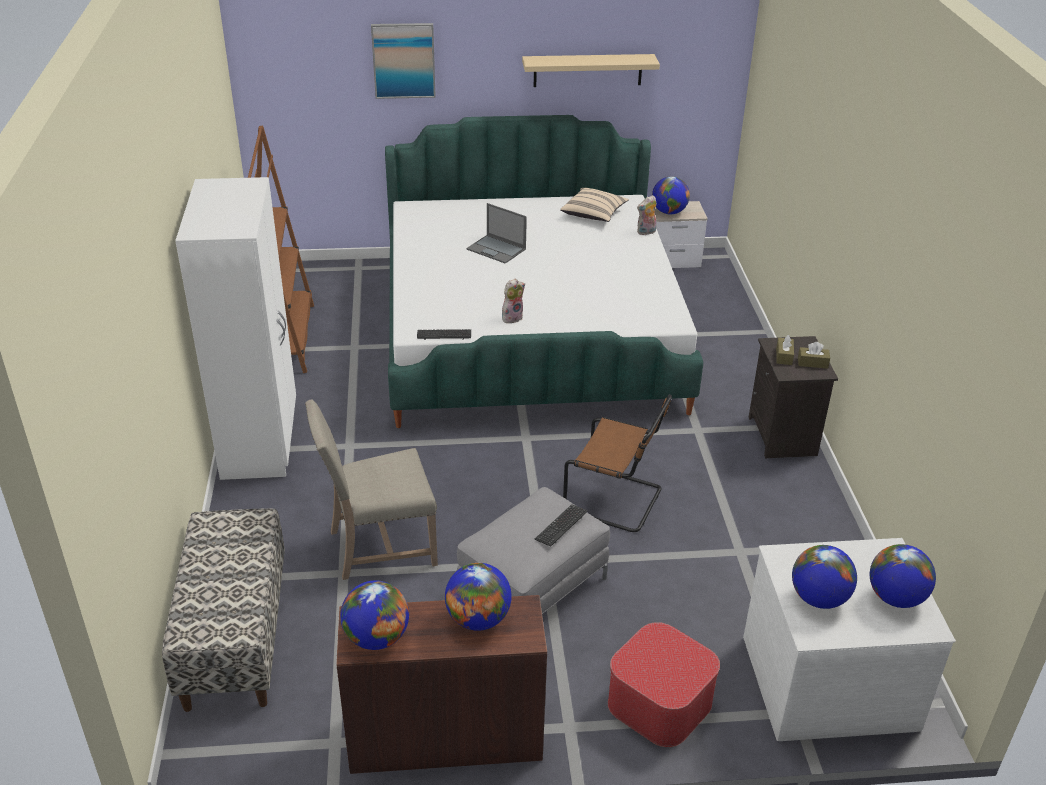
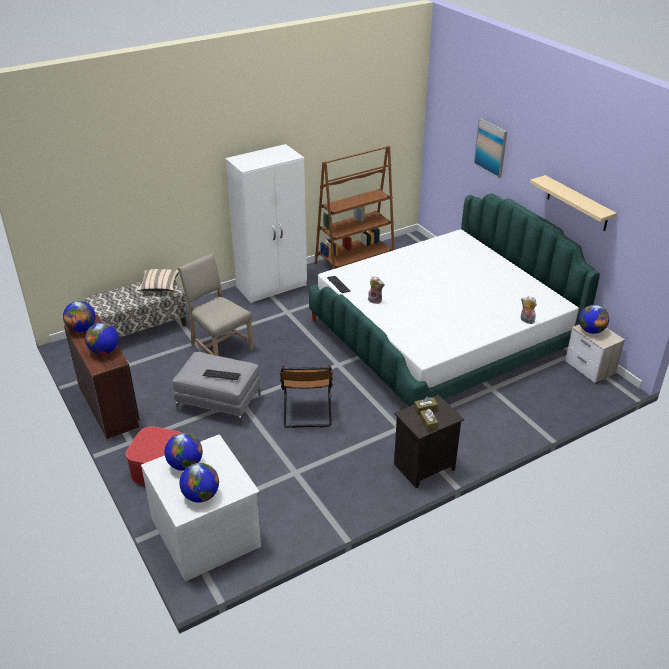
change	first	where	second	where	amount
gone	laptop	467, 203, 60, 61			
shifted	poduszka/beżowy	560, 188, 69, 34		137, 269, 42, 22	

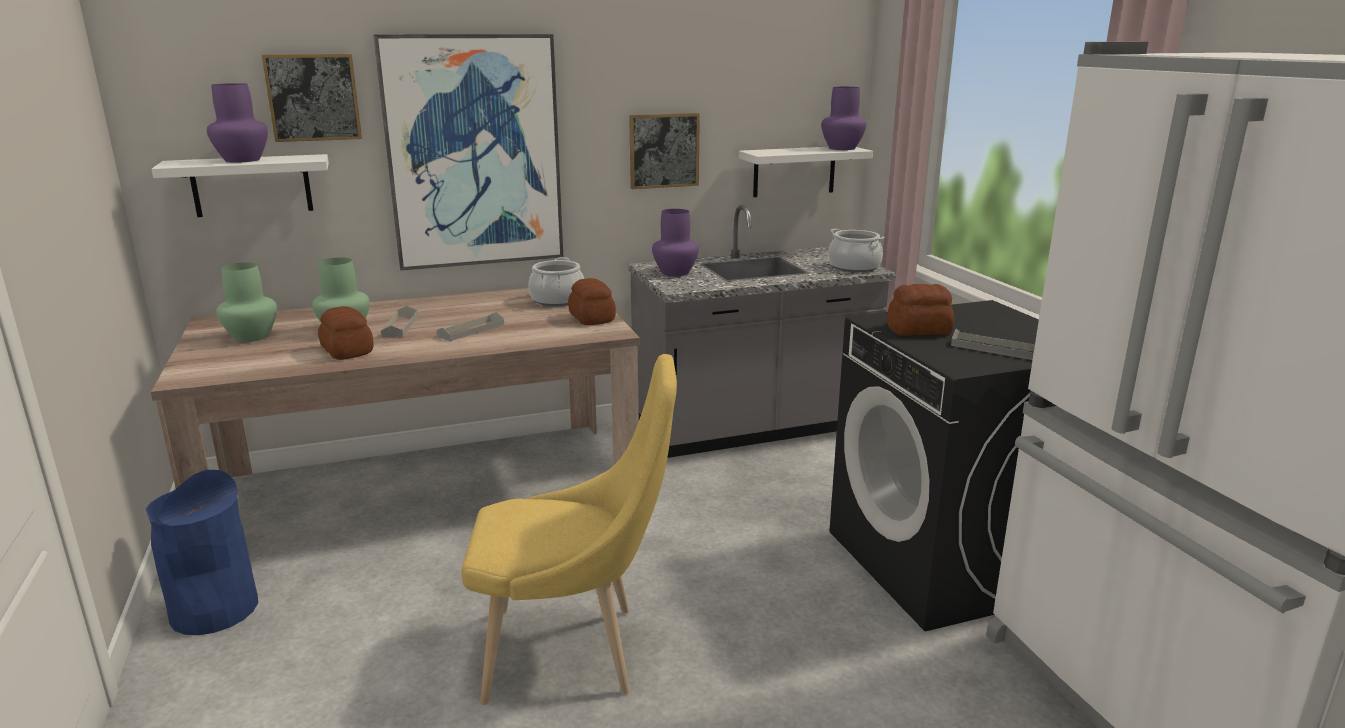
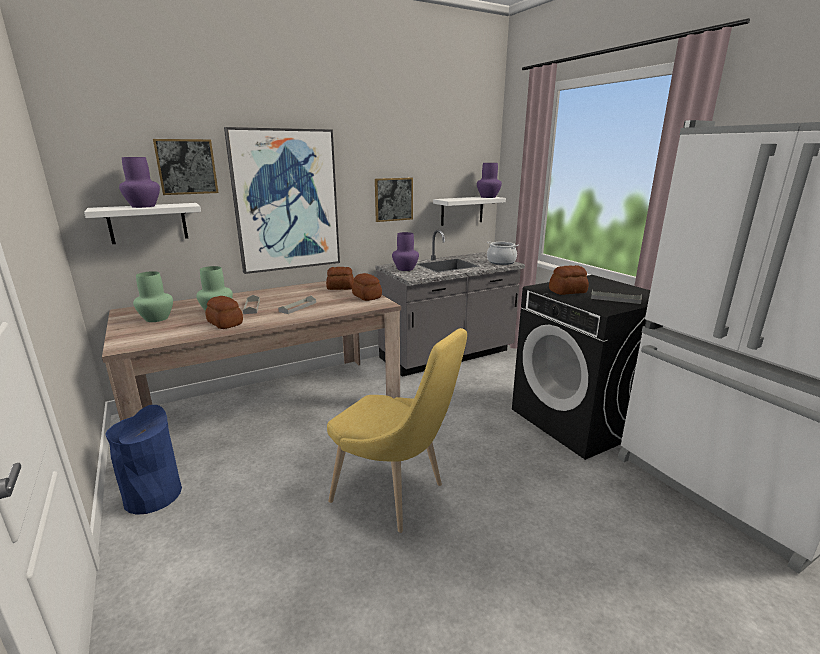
change	first	where	second	where	amount
swapped	garnek	529, 257, 55, 49	chleb	326, 267, 28, 23	
rotated	krzesło/żółty	461, 354, 216, 351		327, 328, 140, 205	45 degrees clockwise

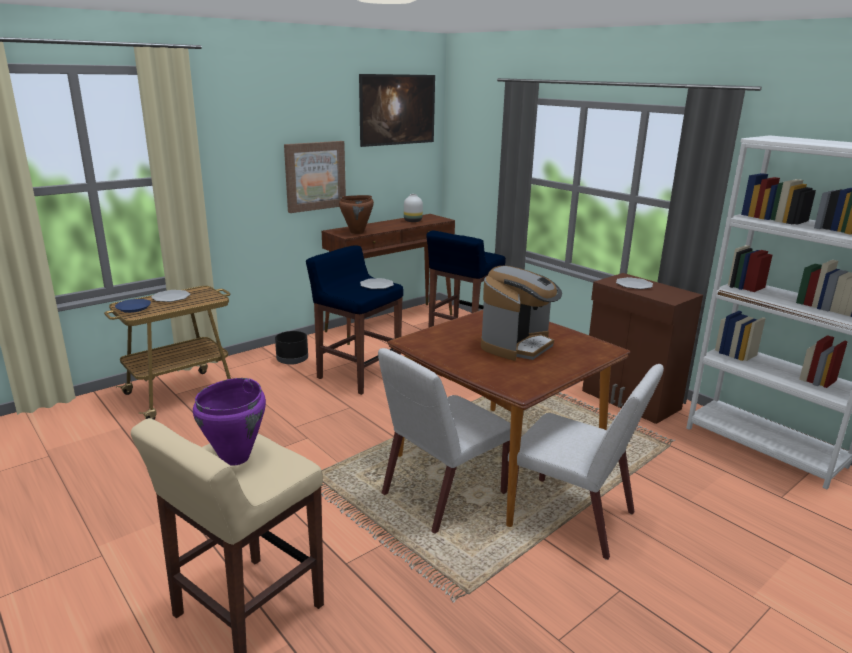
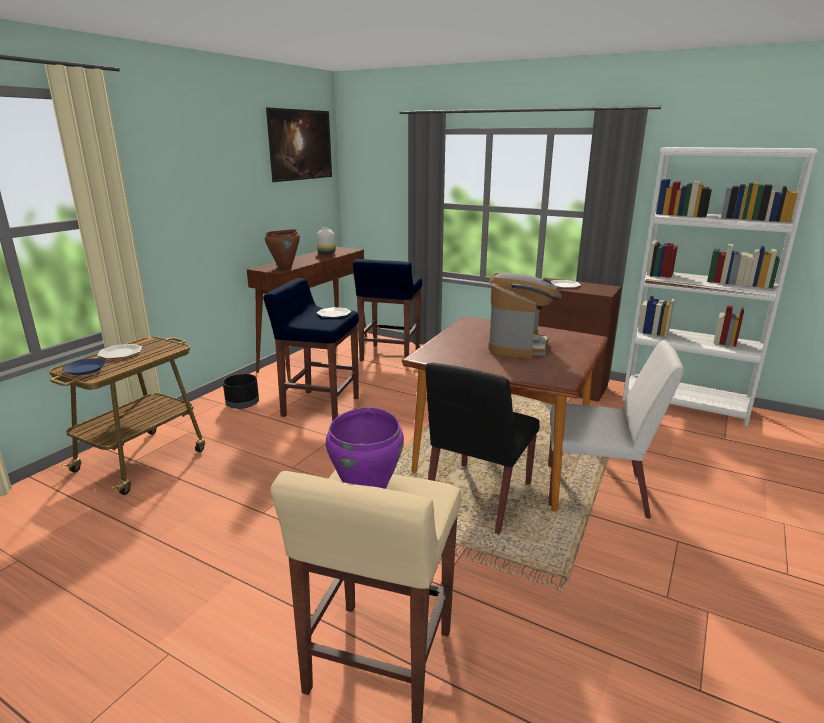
change	first	where	second	where	amount
gone	obraz	284, 141, 62, 72			
repainted	krzesło/biały	378, 348, 133, 186	krzesło/czarny	426, 363, 114, 171	

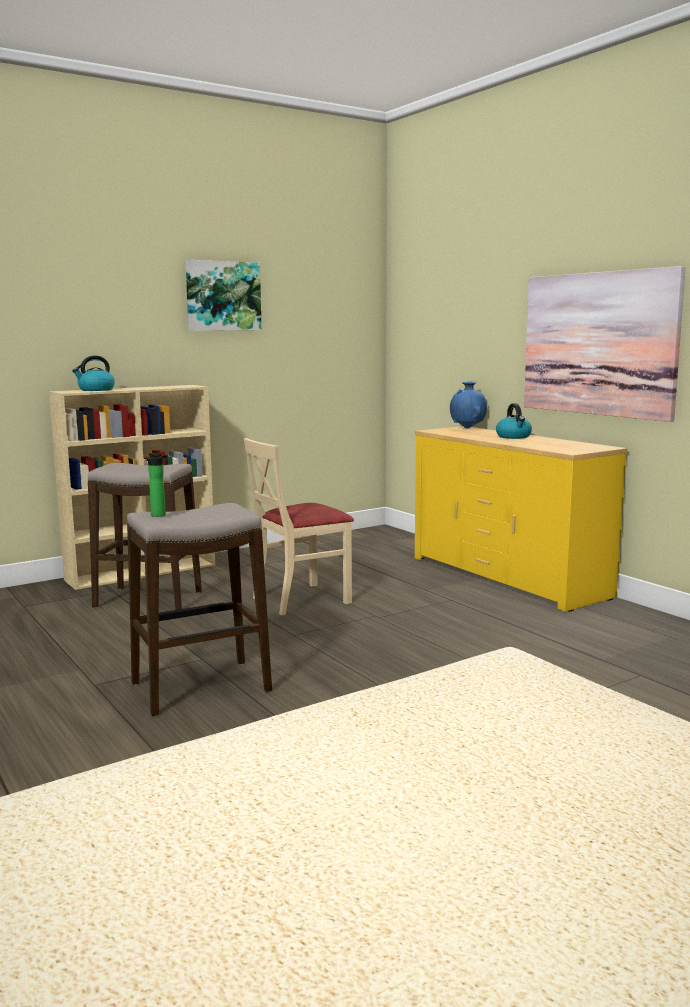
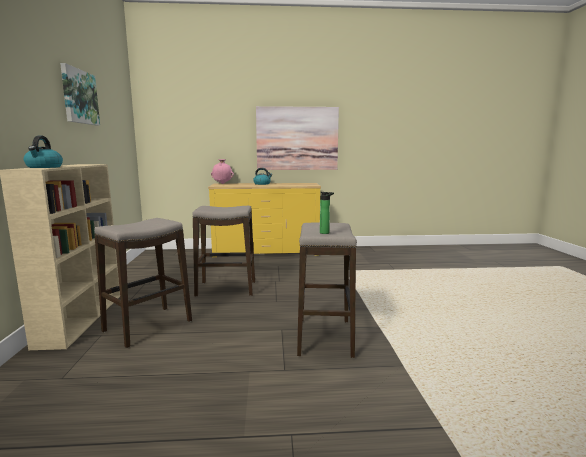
change	first	where	second	where	amount
swapped	krzesło/beżowy	244, 438, 110, 177	stołek	192, 206, 63, 91	
repainted	wazon/niebieski	450, 381, 37, 48	wazon/różowy	211, 159, 23, 25	

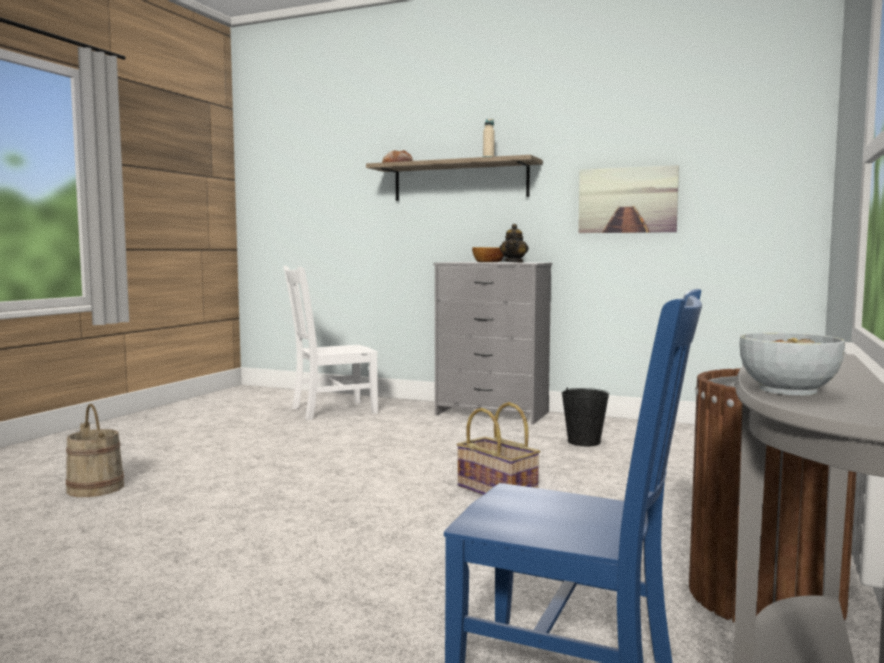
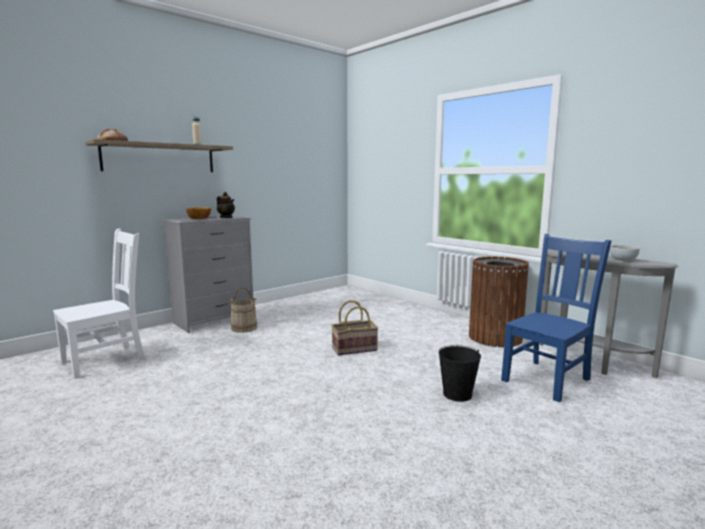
change	first	where	second	where	amount
gone	obraz	578, 165, 101, 68			
shifted	wiadro/beżowy	65, 404, 59, 93		229, 287, 28, 46	
shifted	wiadro/czarny	562, 388, 47, 58		439, 345, 42, 57	
rotated	krzesło/biały	283, 266, 95, 154		53, 229, 93, 150	135 degrees counterclockwise

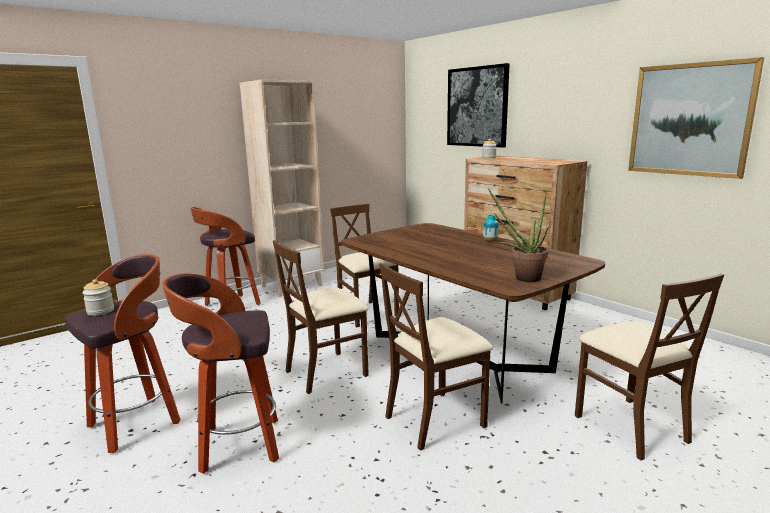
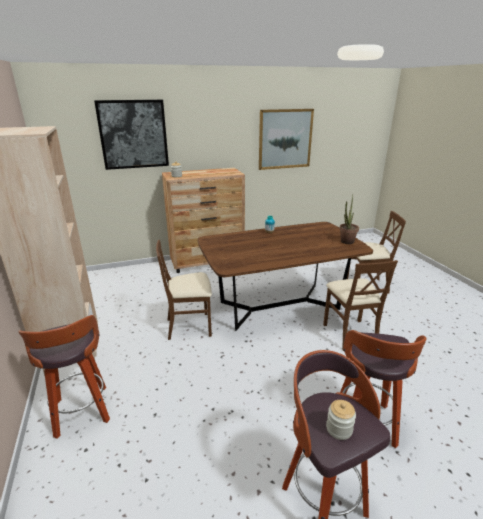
change	first	where	second	where	amount
gone	krzesło/brązowy	273, 240, 96, 154			

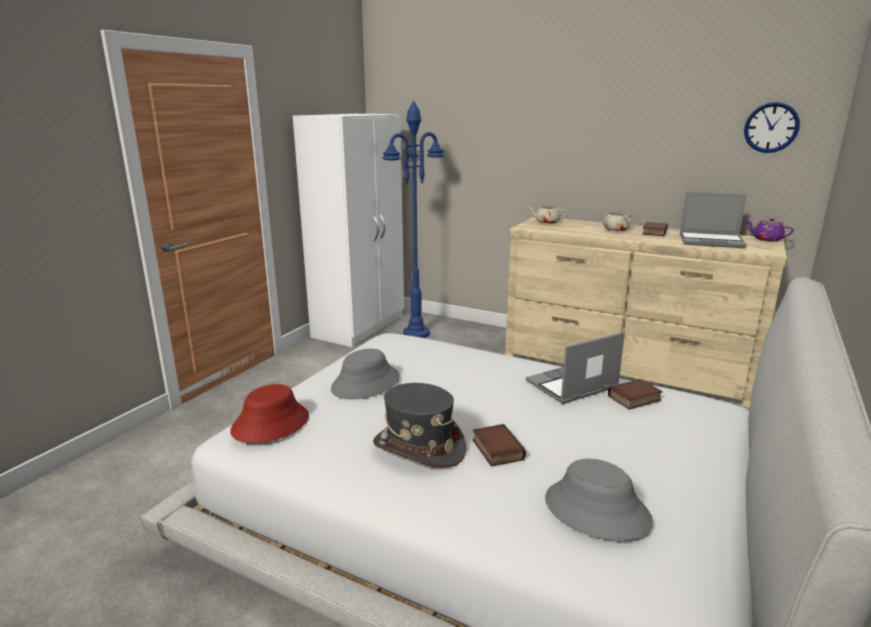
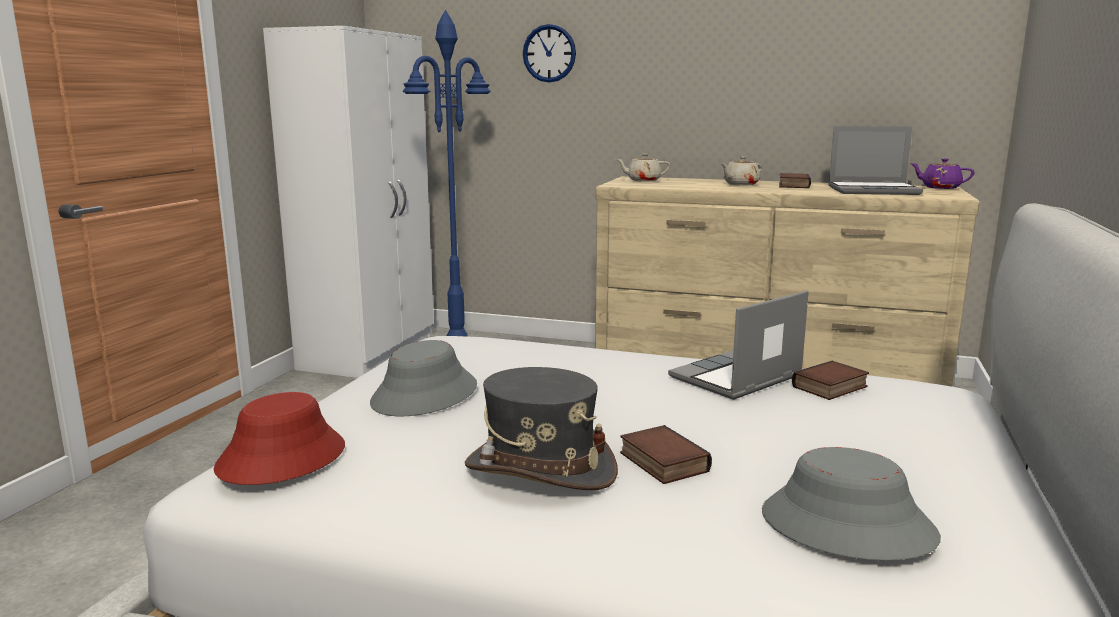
change	first	where	second	where	amount
shifted	zegar ścienny	744, 102, 56, 51		523, 24, 53, 59	

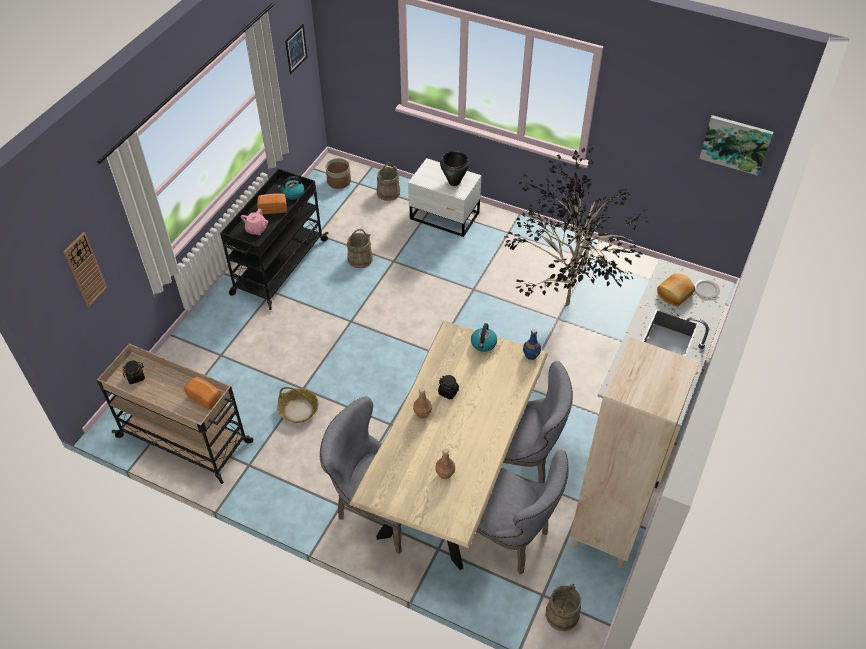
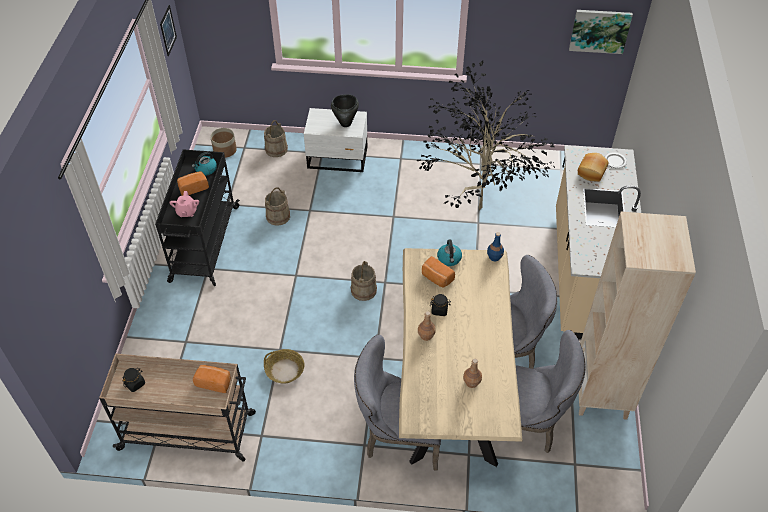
change	first	where	second	where	amount
gone	zegar ścienny	63, 232, 44, 75			
new			chleb	422, 256, 33, 32	
shifted	wiadro/beżowy	546, 583, 35, 48		351, 261, 26, 40	

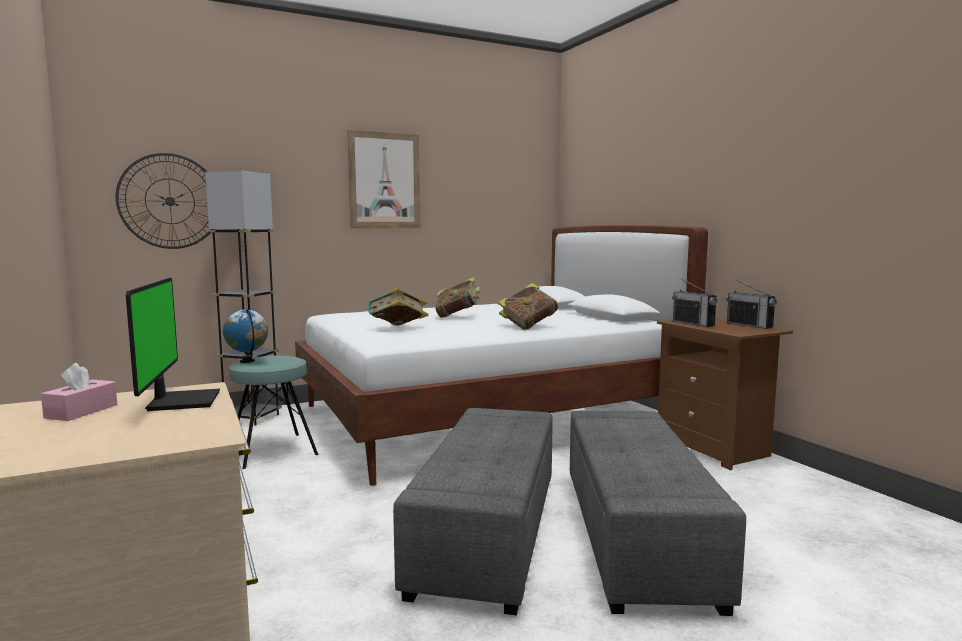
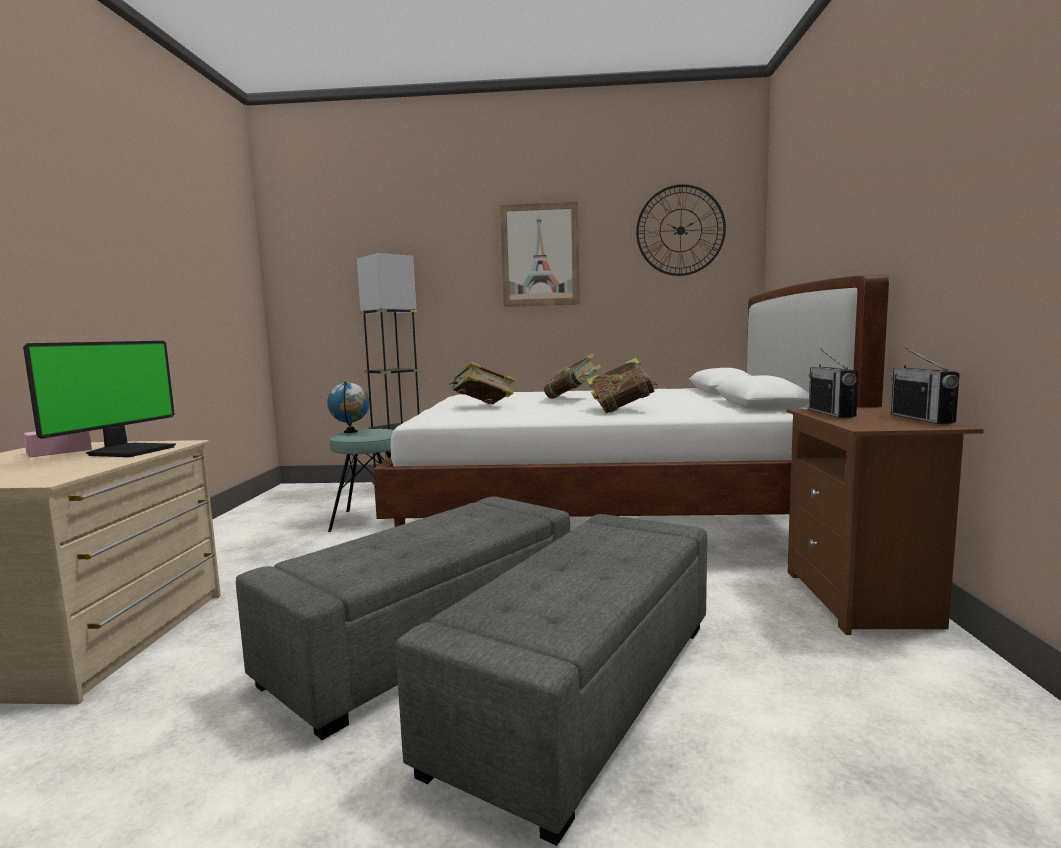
change	first	where	second	where	amount
shifted	zegar ścienny	116, 153, 96, 96		636, 184, 90, 92	

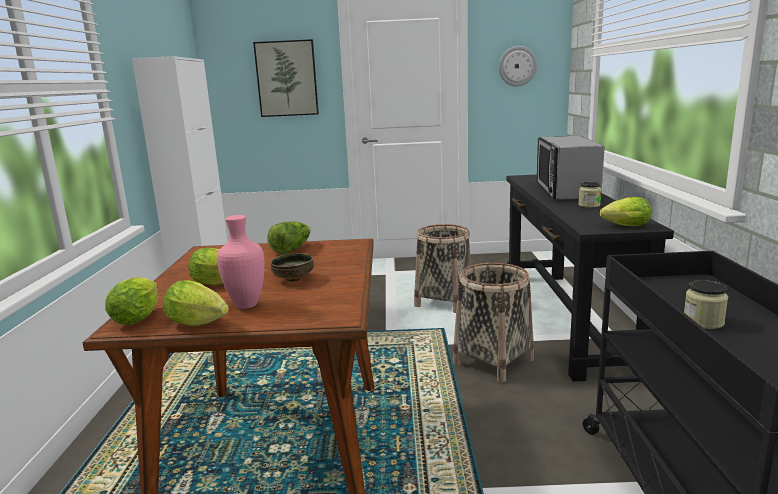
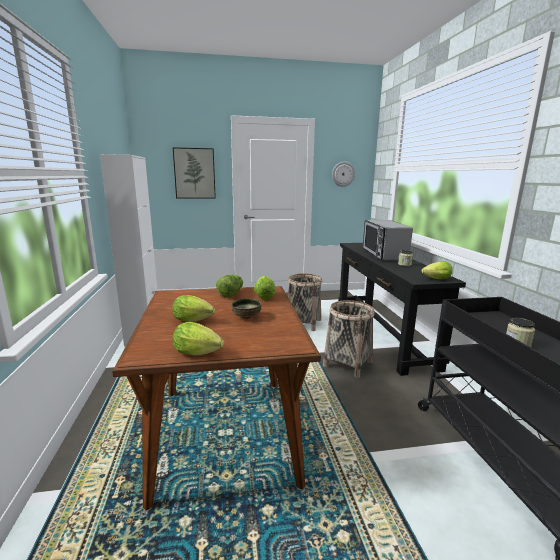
change	first	where	second	where	amount
gone	wazon/różowy	217, 215, 48, 94			
shifted	sałata	105, 277, 53, 48		254, 276, 21, 24	

